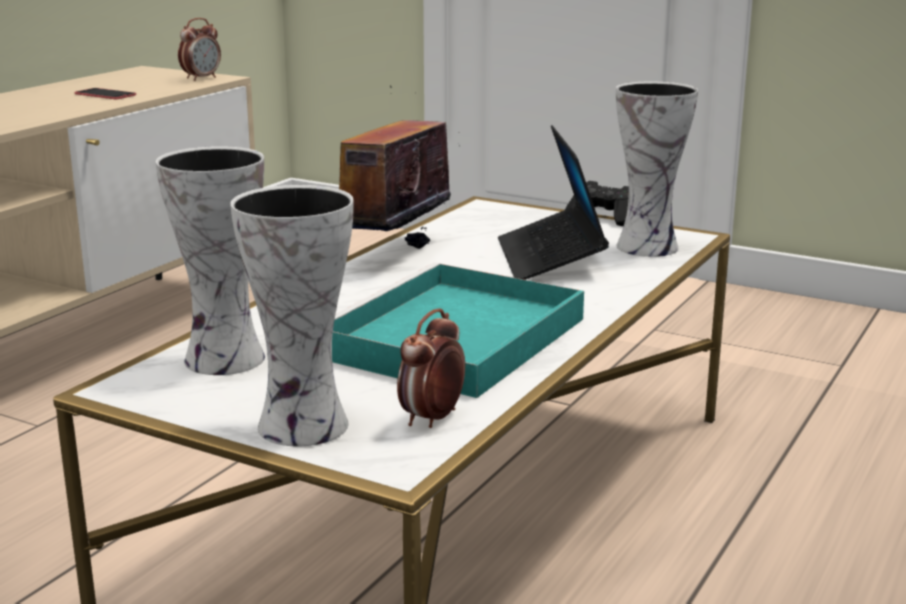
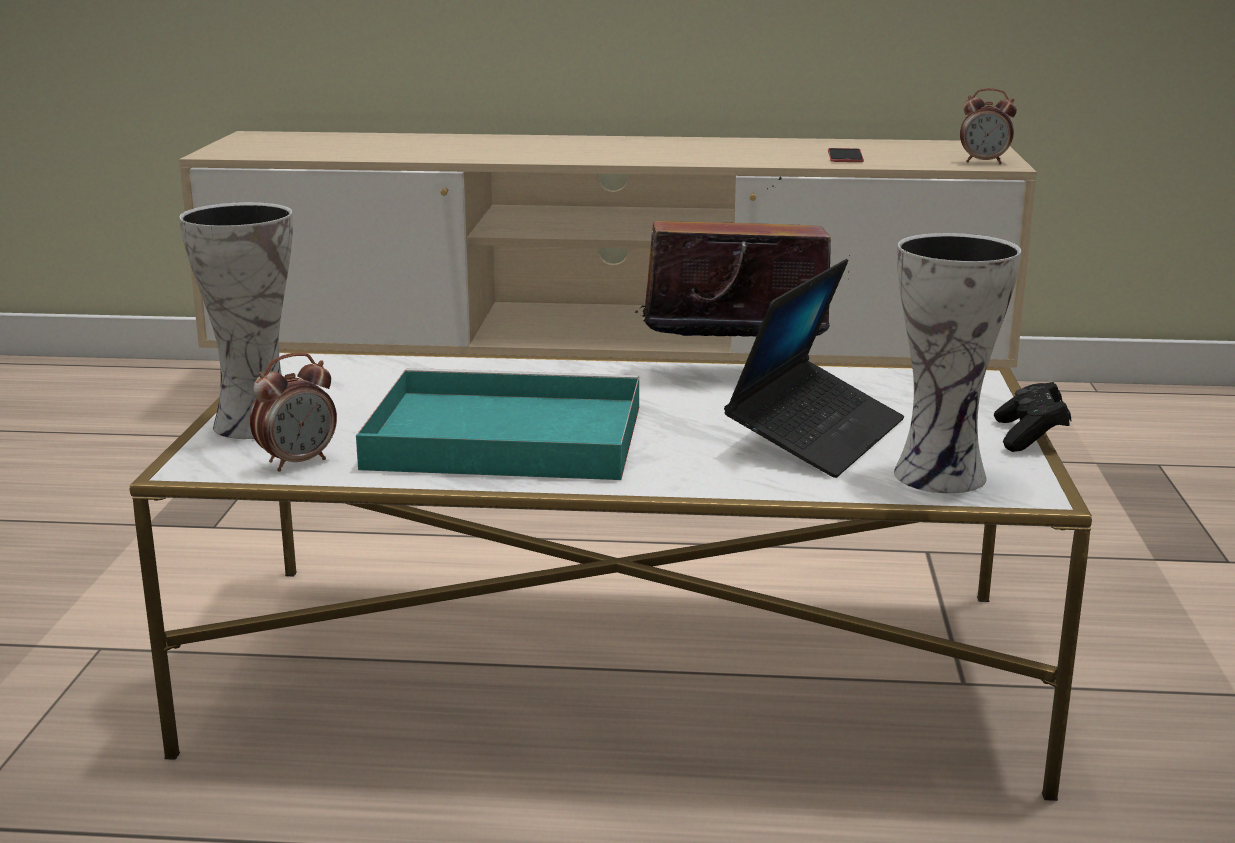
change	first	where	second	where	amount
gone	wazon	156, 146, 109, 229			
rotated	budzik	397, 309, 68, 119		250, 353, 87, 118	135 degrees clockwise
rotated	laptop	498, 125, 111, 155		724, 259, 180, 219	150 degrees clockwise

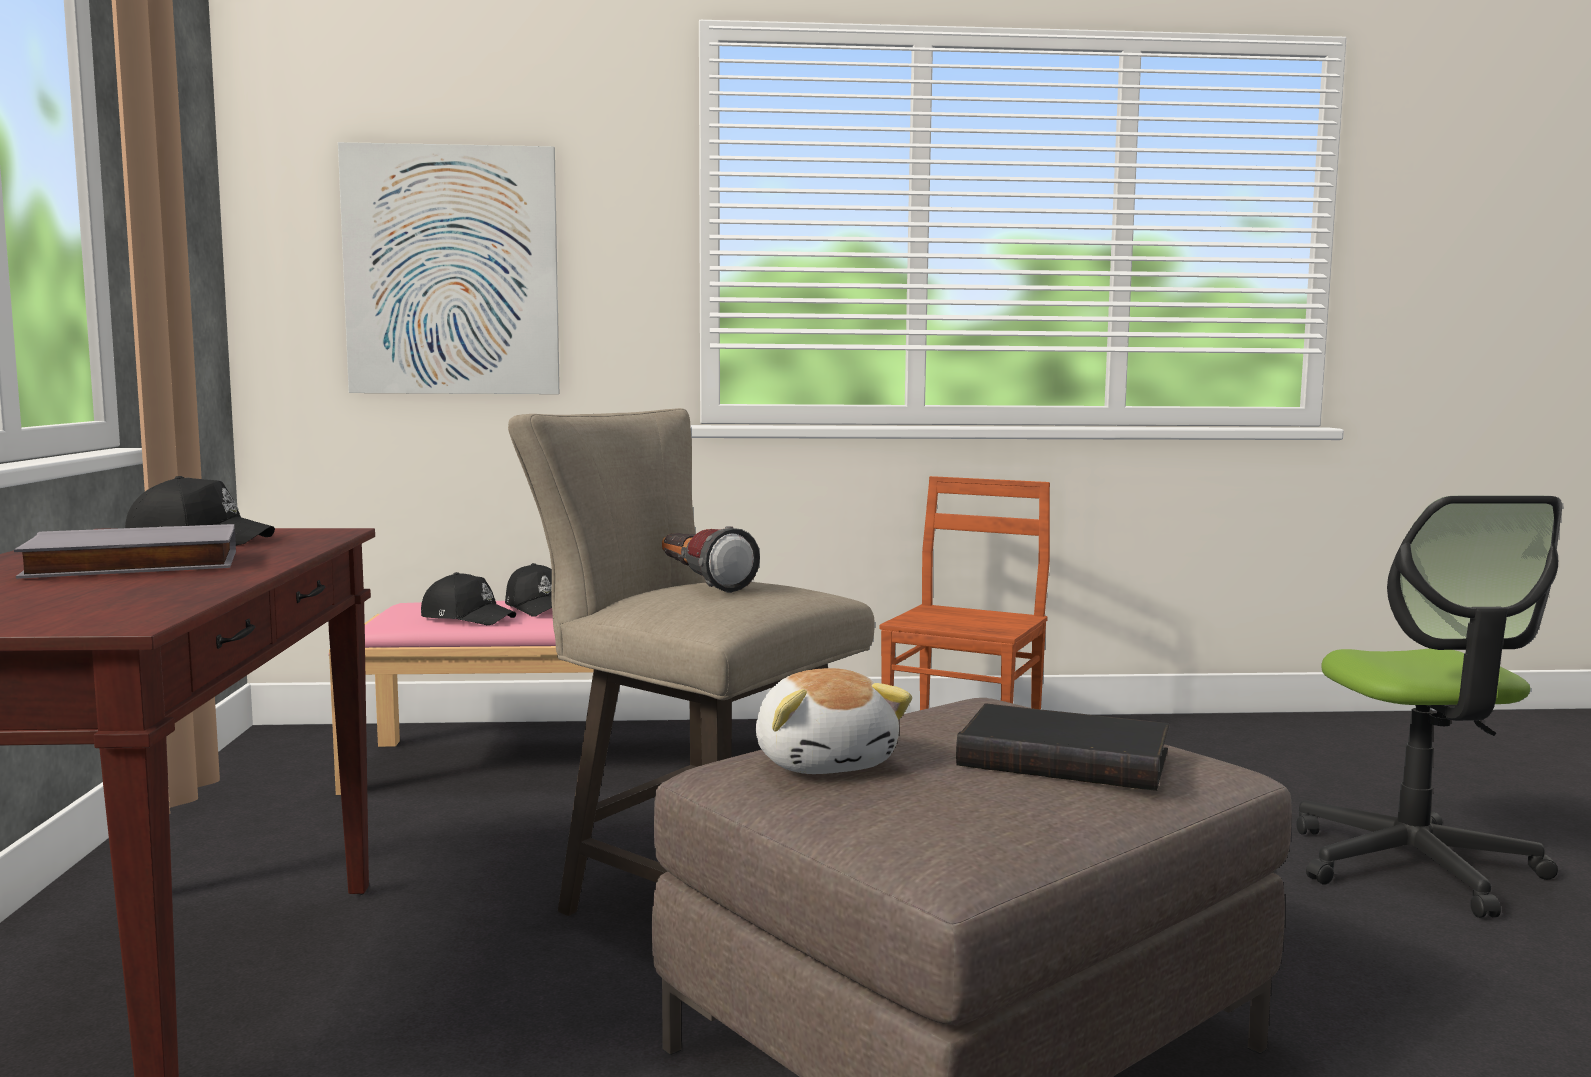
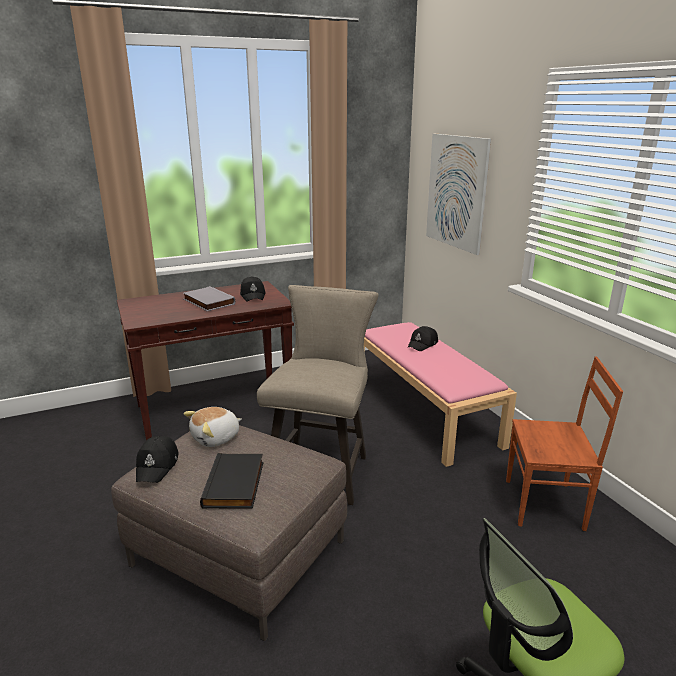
change	first	where	second	where	amount
gone	latarka	662, 526, 98, 67			
shifted	czapka z daszkiem/czarny	421, 572, 95, 53		136, 436, 43, 47	

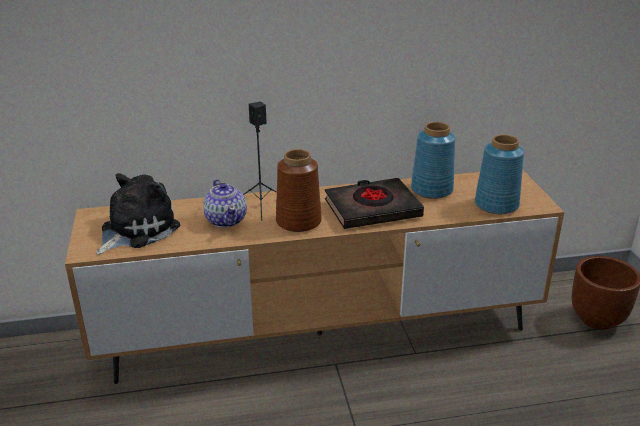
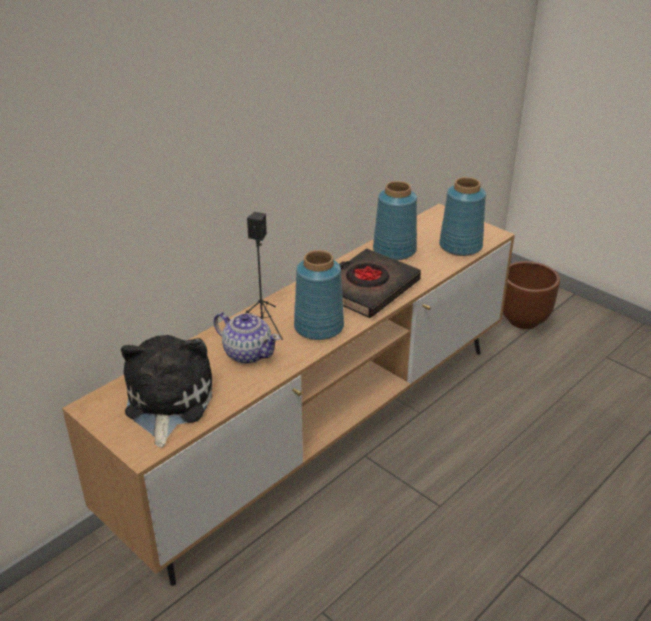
change	first	where	second	where	amount
repainted	wazon/brązowy	276, 149, 46, 83	wazon/niebieski	294, 250, 50, 90	

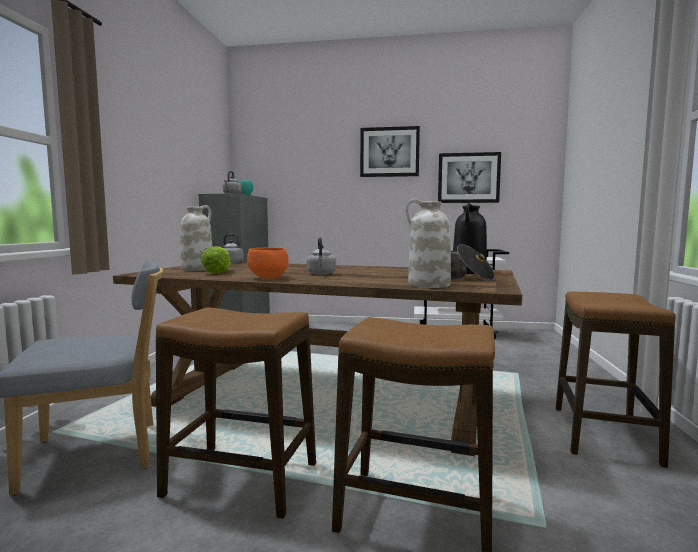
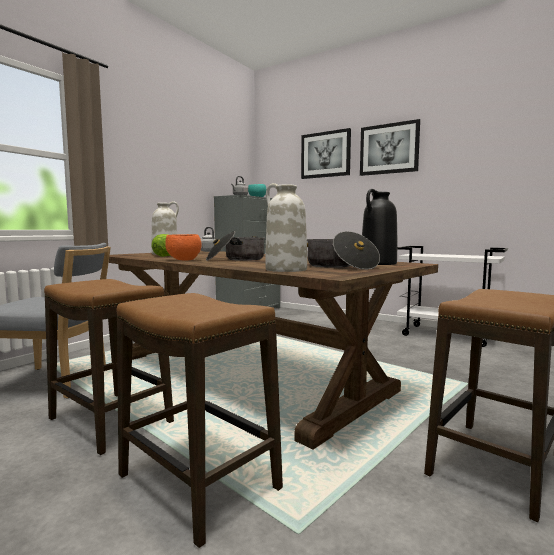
change	first	where	second	where	amount
shifted	obraz	438, 152, 63, 51		301, 128, 50, 51	
swapped	czajnik/szary	307, 237, 29, 38	garnek	206, 231, 59, 30	

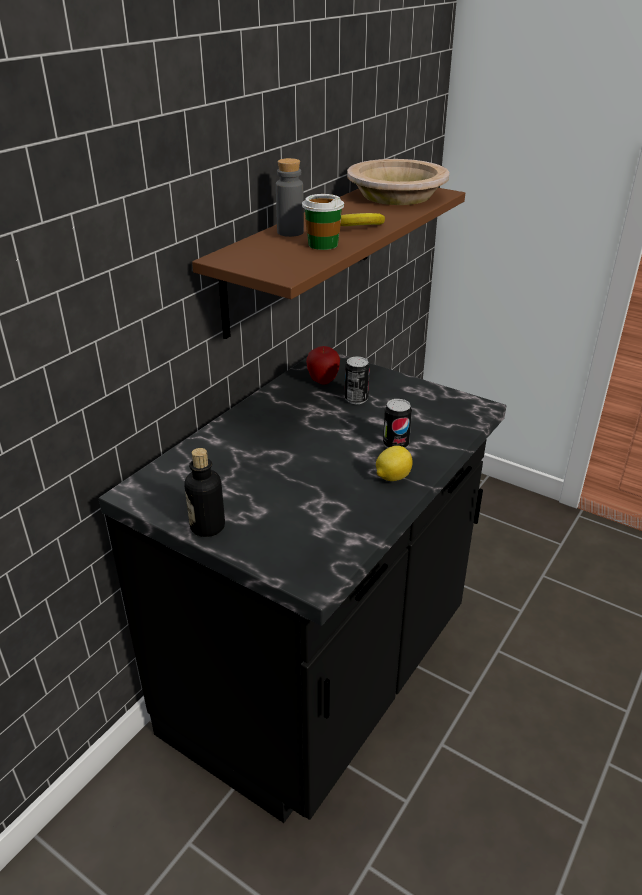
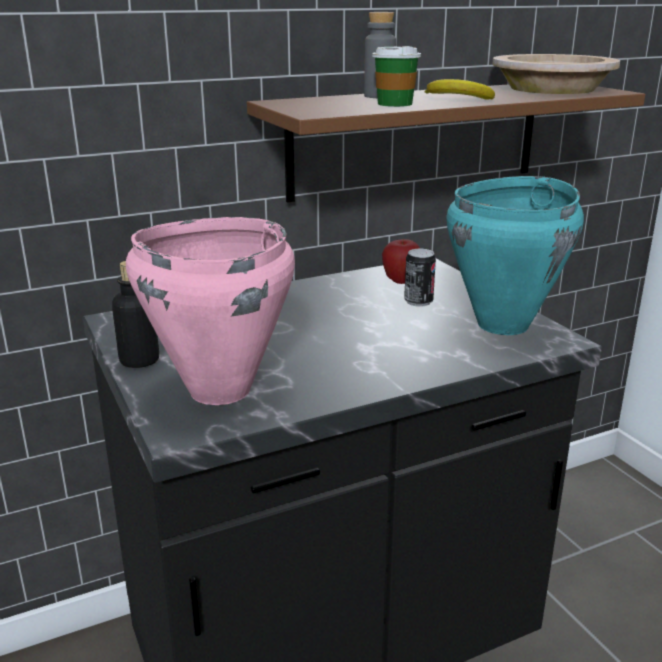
change	first	where	second	where	amount
gone	cytryna	376, 446, 37, 35			
gone	puszka	383, 399, 29, 49			
new			garnek/różowy	126, 217, 169, 188	
new			garnek/turkusowy	446, 176, 138, 159	

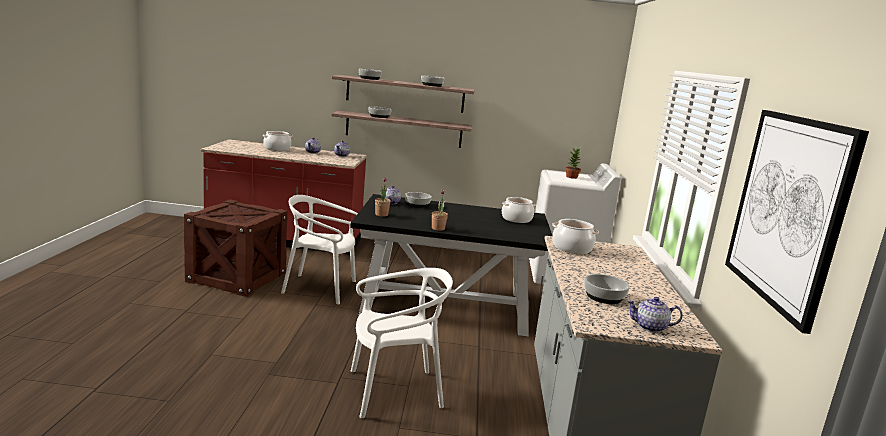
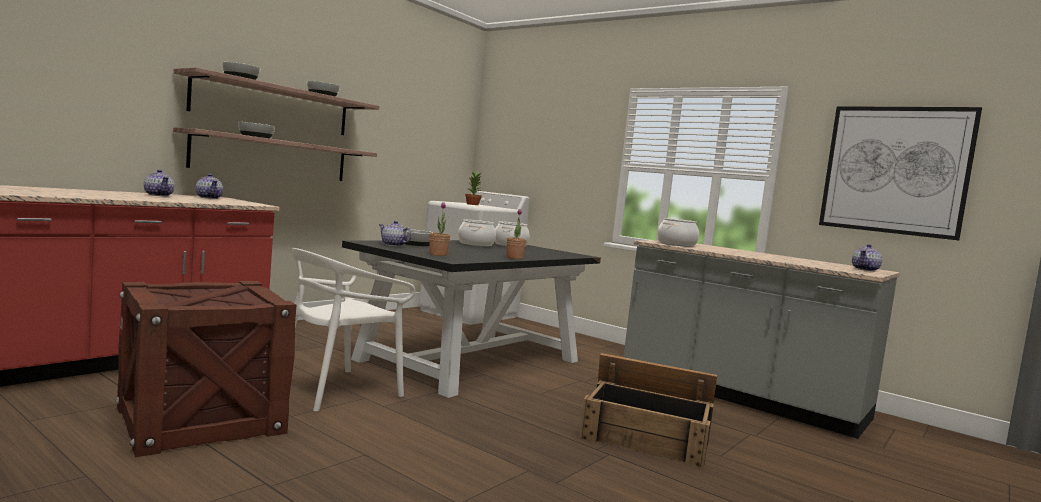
change	first	where	second	where	amount
gone	miska	584, 274, 46, 30			
shifted	garnek	263, 131, 29, 20		458, 220, 38, 27	
swapped	krzesło/biały	351, 268, 102, 150	skrzynka	579, 353, 138, 115	

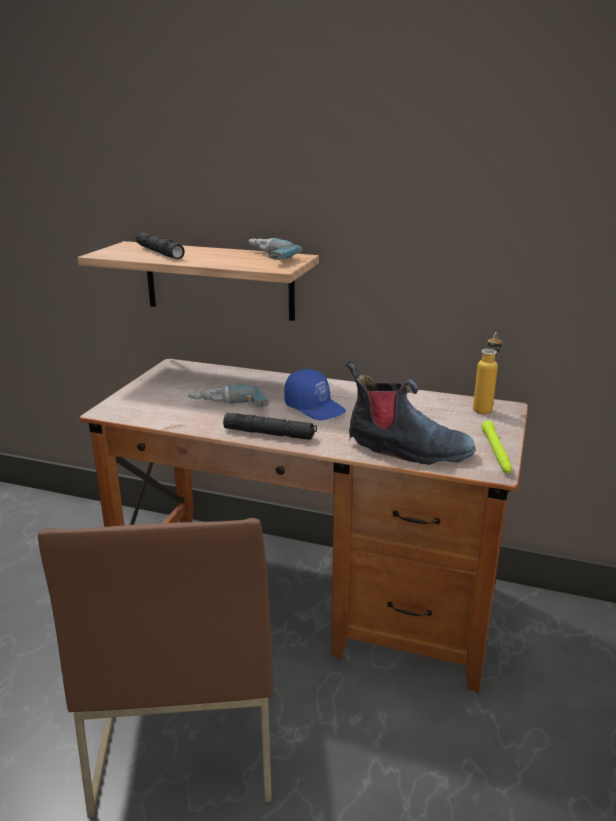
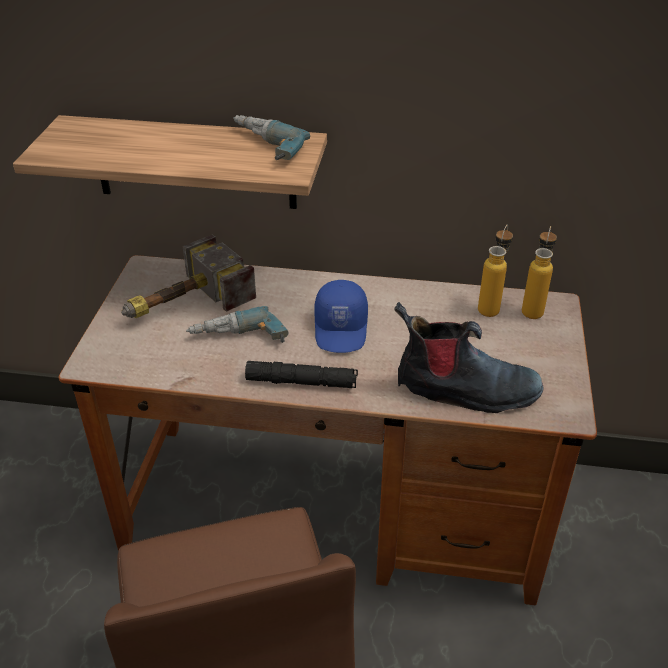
change	first	where	second	where	amount
gone	latarka/czarny	136, 232, 49, 27			
gone	latarka/zielony	481, 421, 31, 52			
new			młotek	121, 234, 135, 84	
new			butelka	478, 225, 35, 92	
rotated	czapka z daszkiem/niebieski	284, 369, 62, 51		315, 280, 53, 73	60 degrees clockwise

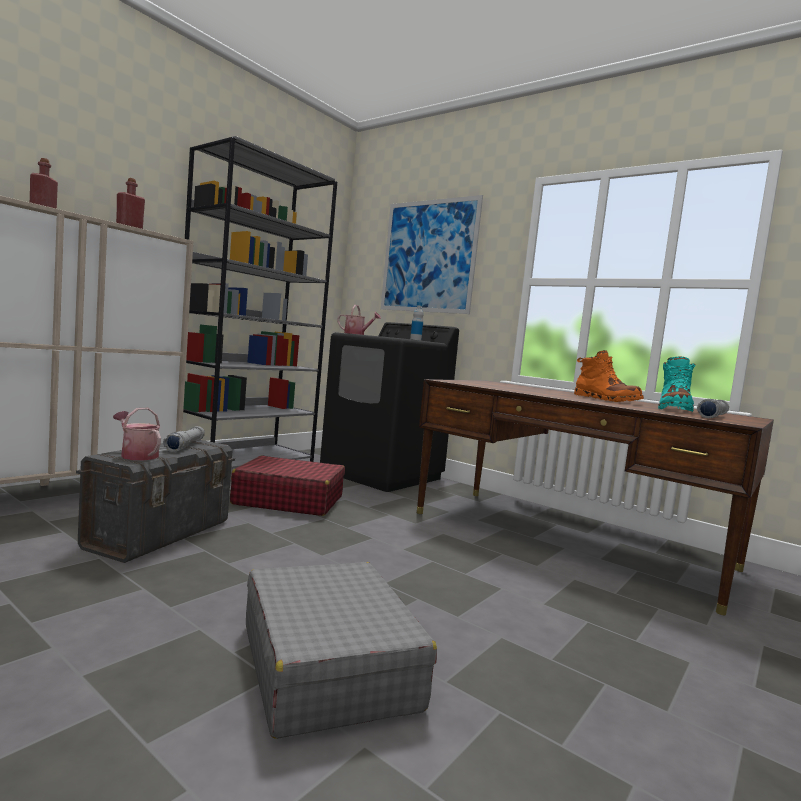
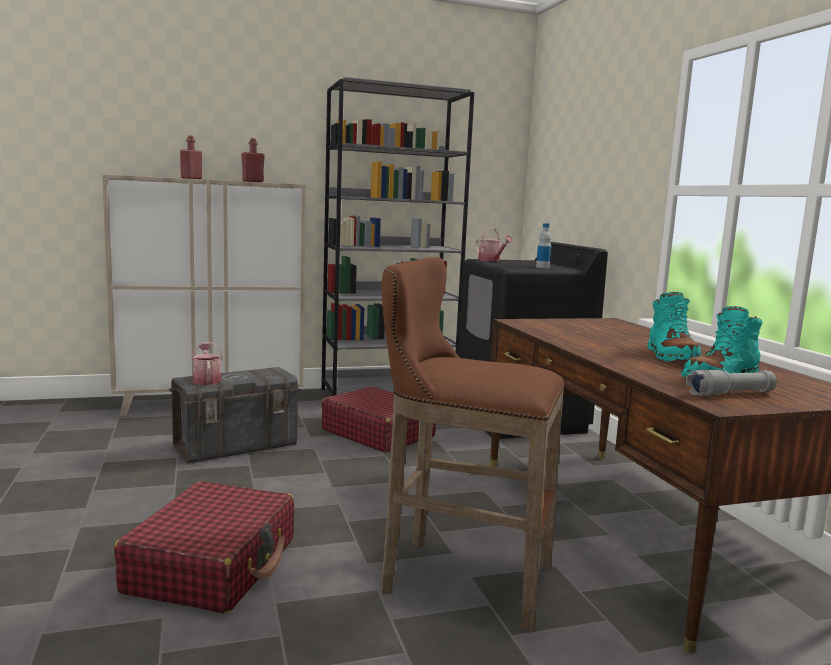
change	first	where	second	where	amount
gone	latarka/szary	163, 426, 42, 26			
gone	obraz	381, 195, 102, 119			
new			stołek/brązowy	381, 257, 184, 374	
repainted	walizka/szary	246, 562, 191, 177	walizka/czerwony	114, 481, 180, 133	
repainted	but z cholewką/pomarańczowy	574, 350, 70, 52	but z cholewką/turkusowy	647, 292, 55, 70	

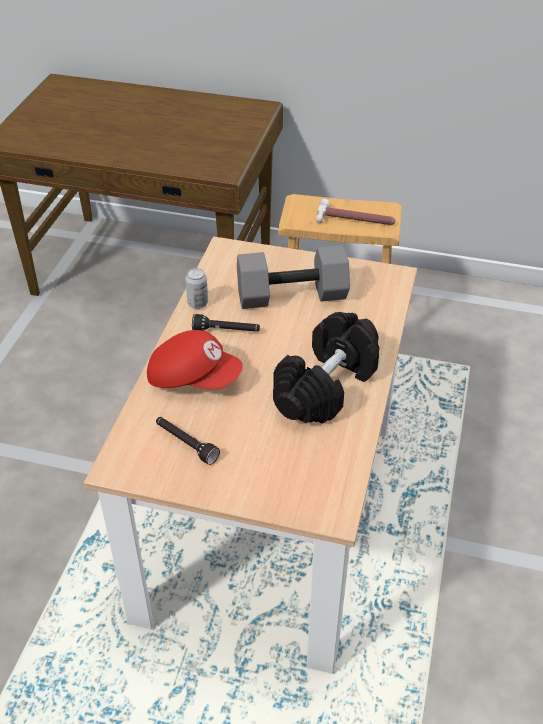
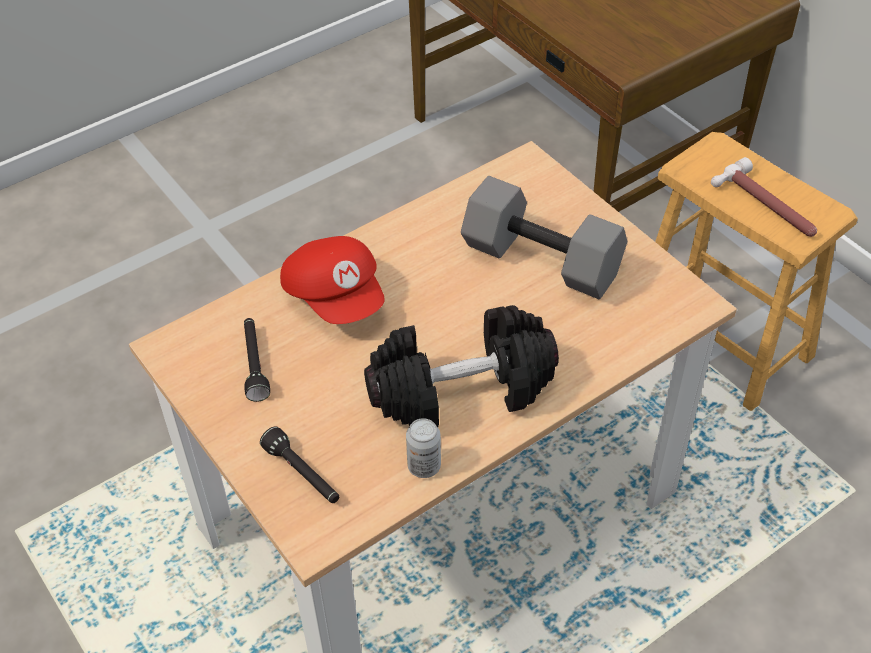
change	first	where	second	where	amount
shifted	puszka	185, 268, 23, 41		406, 418, 35, 60	
shifted	latarka/czarny	192, 314, 68, 18		260, 426, 79, 77	

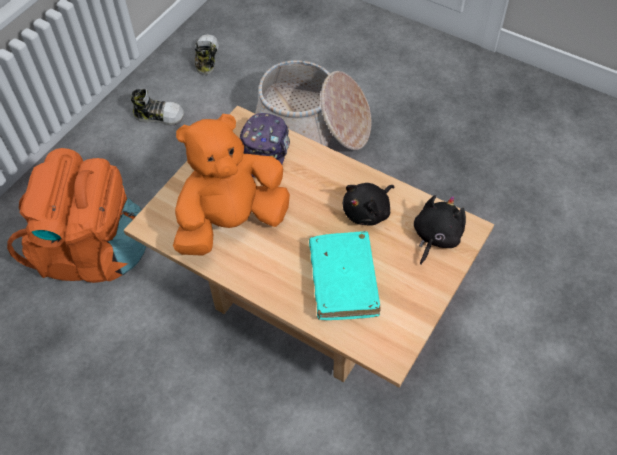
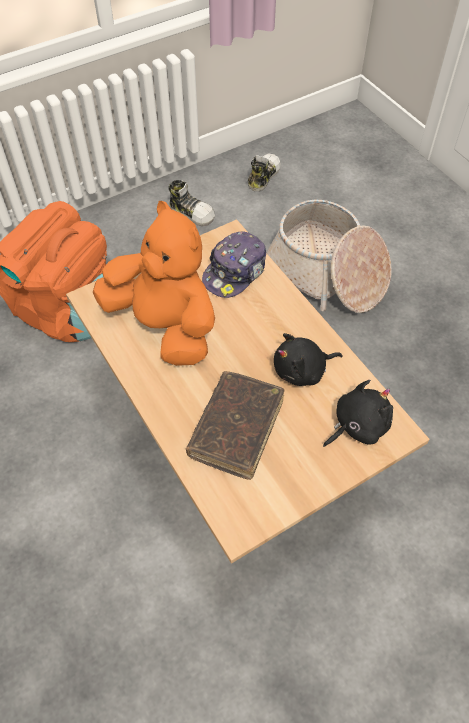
change	first	where	second	where	amount
repainted	książka/turkusowy	309, 231, 72, 89	książka/brązowy	186, 371, 98, 109	
rotated	pluszak/pomarańczowy	173, 114, 117, 142		93, 201, 122, 165	45 degrees clockwise

